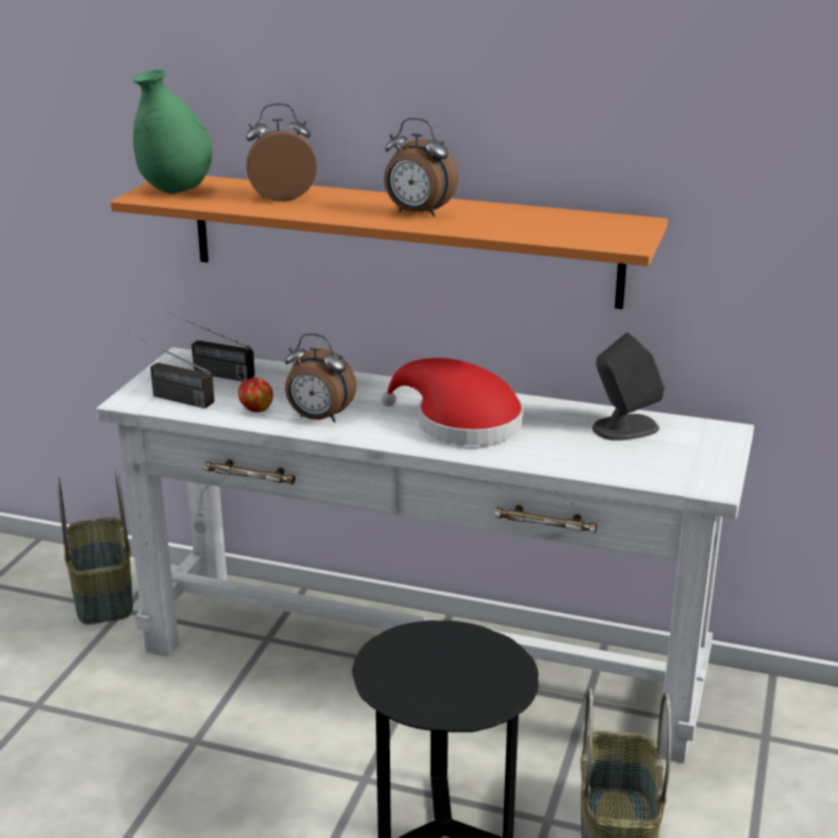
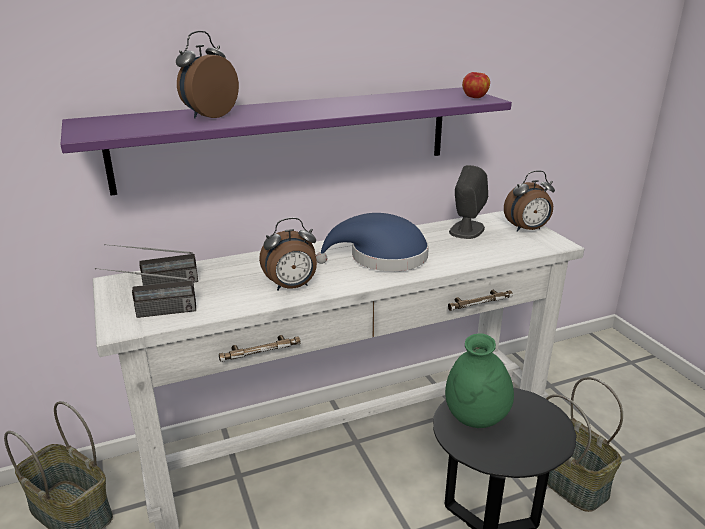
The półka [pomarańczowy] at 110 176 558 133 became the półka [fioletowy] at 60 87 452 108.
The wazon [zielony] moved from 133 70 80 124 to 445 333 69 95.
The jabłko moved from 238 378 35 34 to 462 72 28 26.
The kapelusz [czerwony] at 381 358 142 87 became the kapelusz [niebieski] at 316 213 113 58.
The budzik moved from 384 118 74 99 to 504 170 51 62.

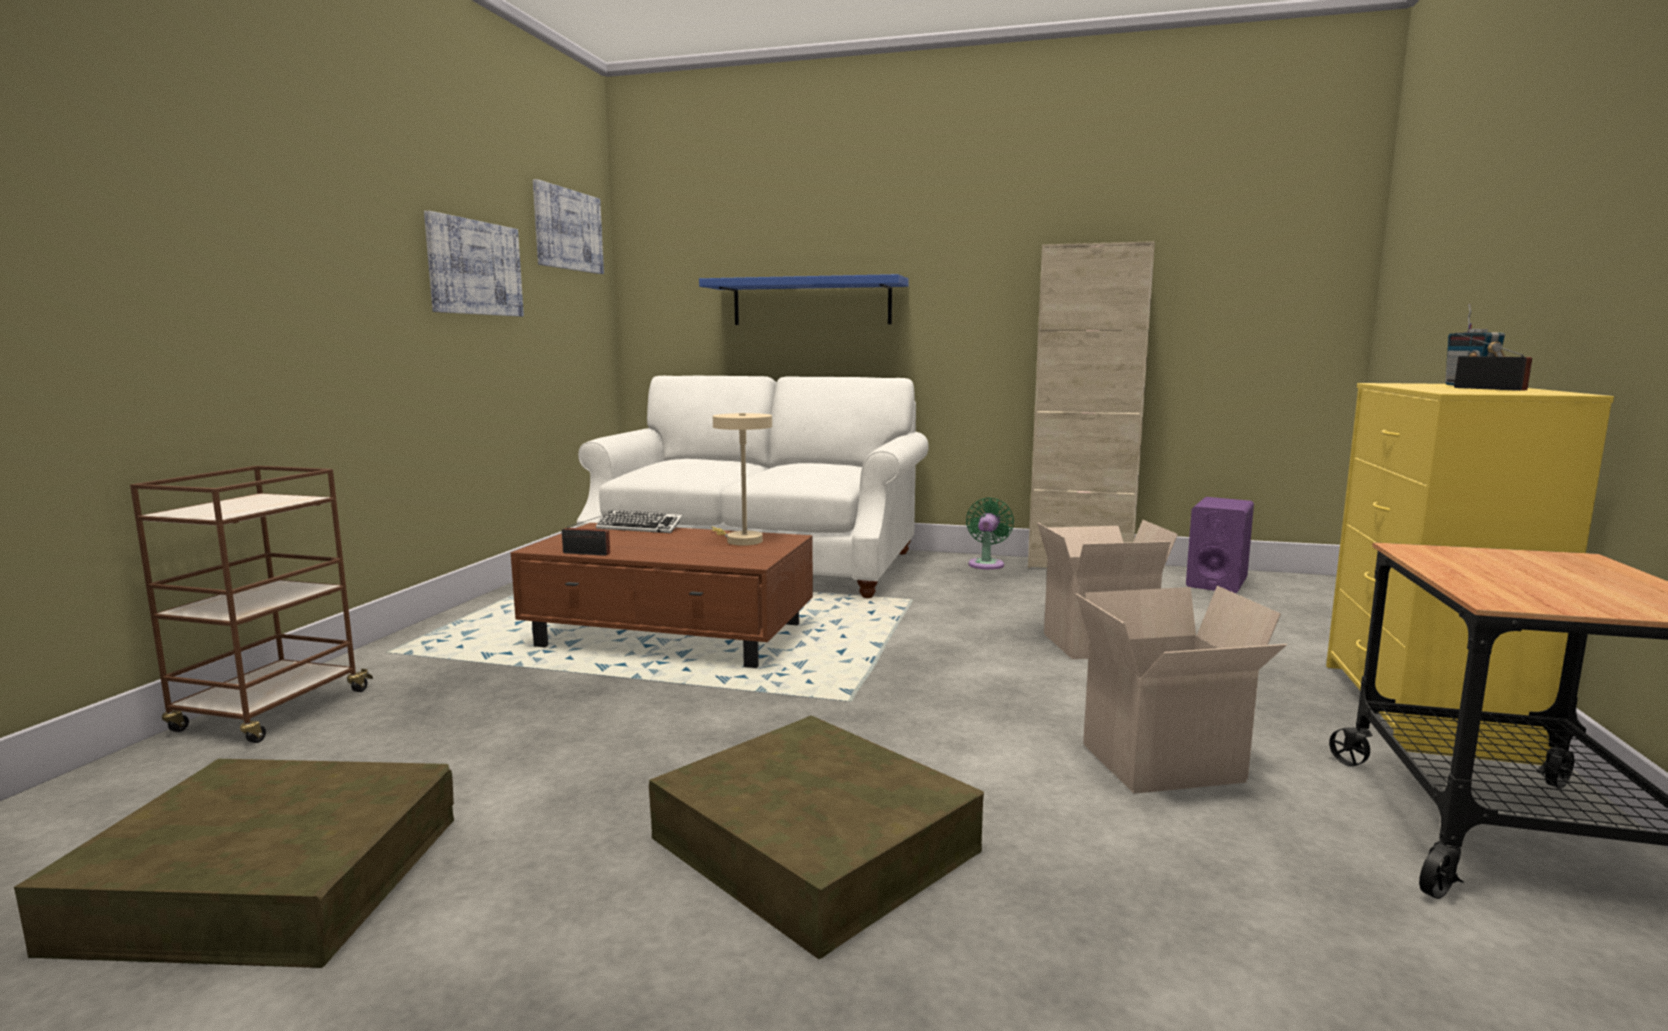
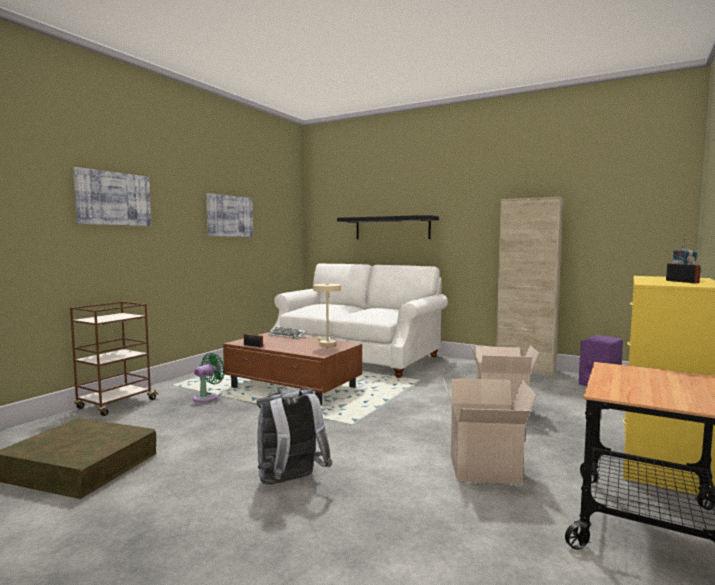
The obraz moved from 533 179 71 95 to 73 167 78 59.
The pojemnik do przechowywania [brązowy] at 649 715 335 244 was replaced by the plecak [szary] at 257 388 75 97.
The półka [niebieski] at 699 274 210 51 became the półka [czarny] at 337 215 102 24.
The wentylator [zielony] moved from 966 497 48 73 to 193 353 32 49.

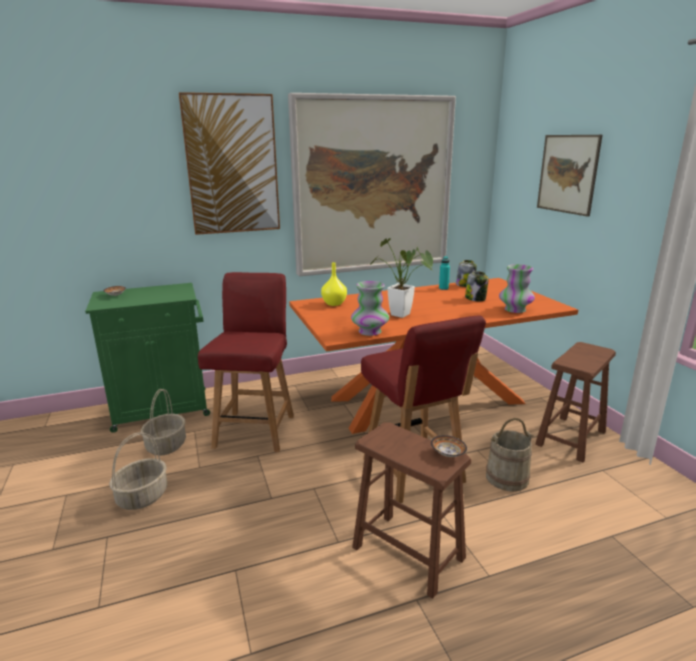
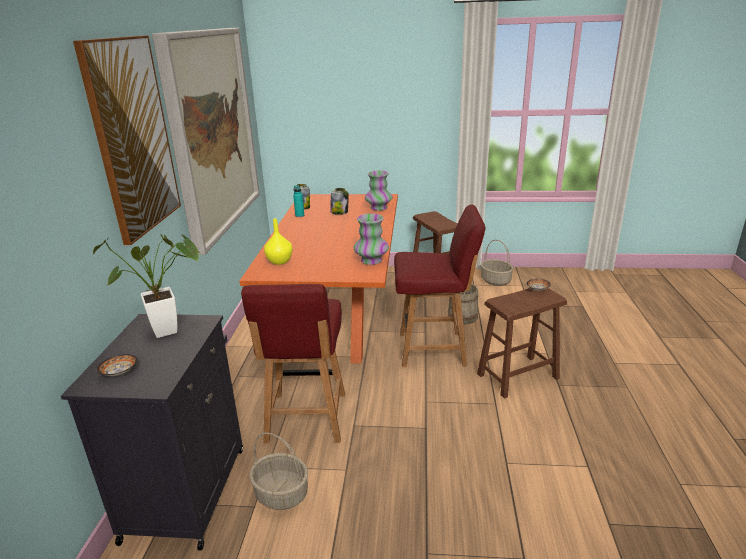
The szafka [zielony] at 85 283 125 150 became the szafka [czarny] at 61 314 182 237.
The koszyk moved from 109 432 58 78 to 481 240 33 46.
The krzesło [czerwony] at 198 272 96 180 turned 120 degrees counterclockwise.
The roślina doniczkowa moved from 370 238 63 80 to 93 234 108 104.
The obraz at 537 135 65 82 disappeared.

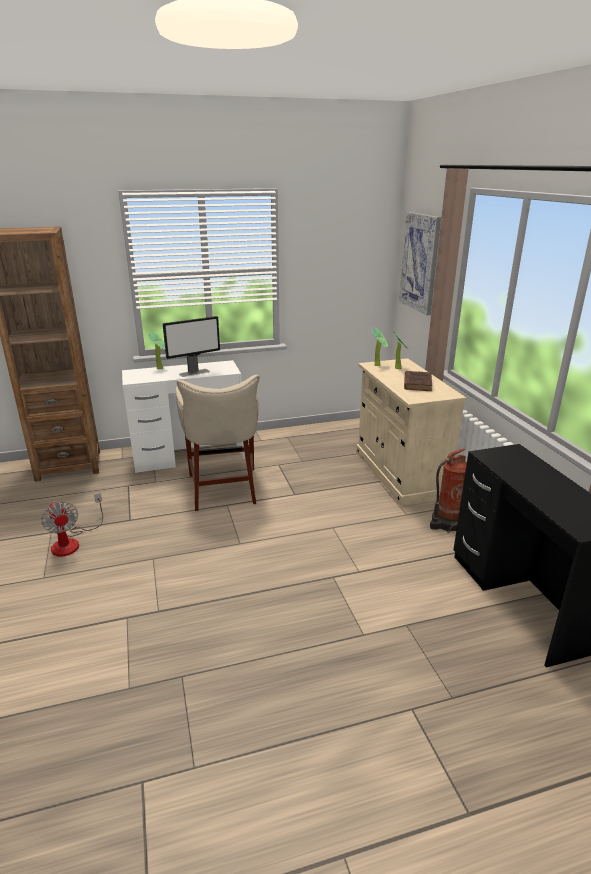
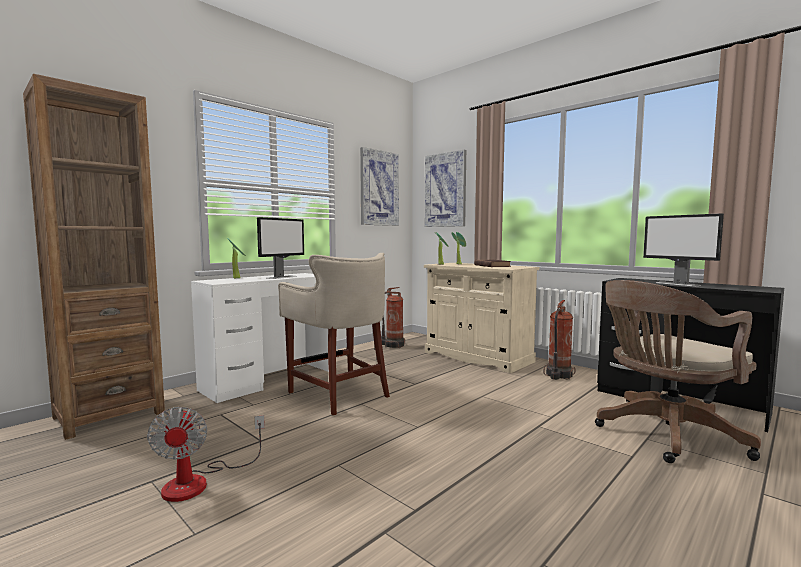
The wentylator at 41 493 62 64 turned 45 degrees clockwise.
The obraz at 360 147 39 79 appeared.
The gaśnica at 381 287 24 61 appeared.
The krzesło biurowe [brązowy] at 595 280 166 183 appeared.
The monitor at 643 213 81 73 appeared.

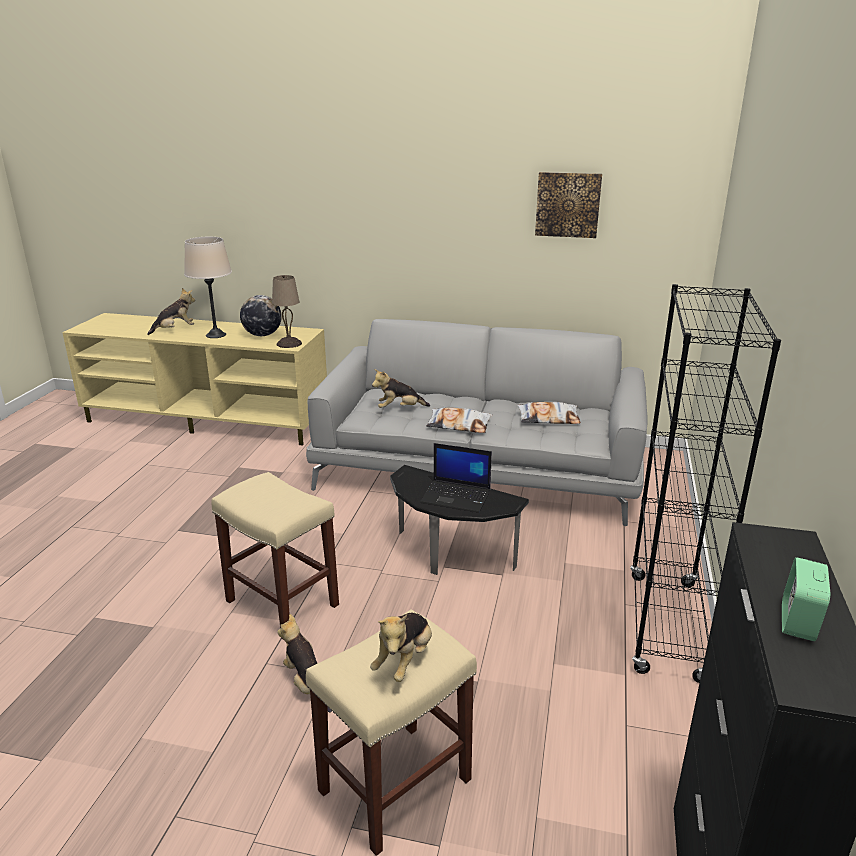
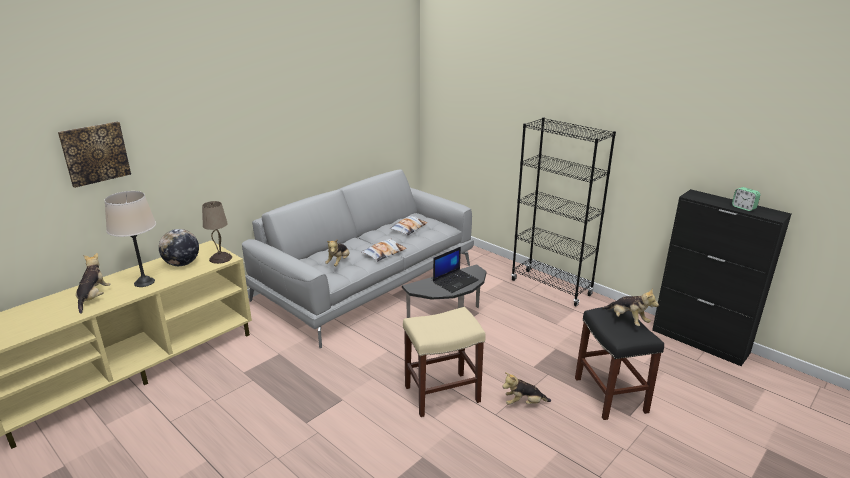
The stołek [beżowy] at 306 609 171 247 became the stołek [czarny] at 575 307 89 113.
The obraz moved from 535 172 67 66 to 58 121 73 67.

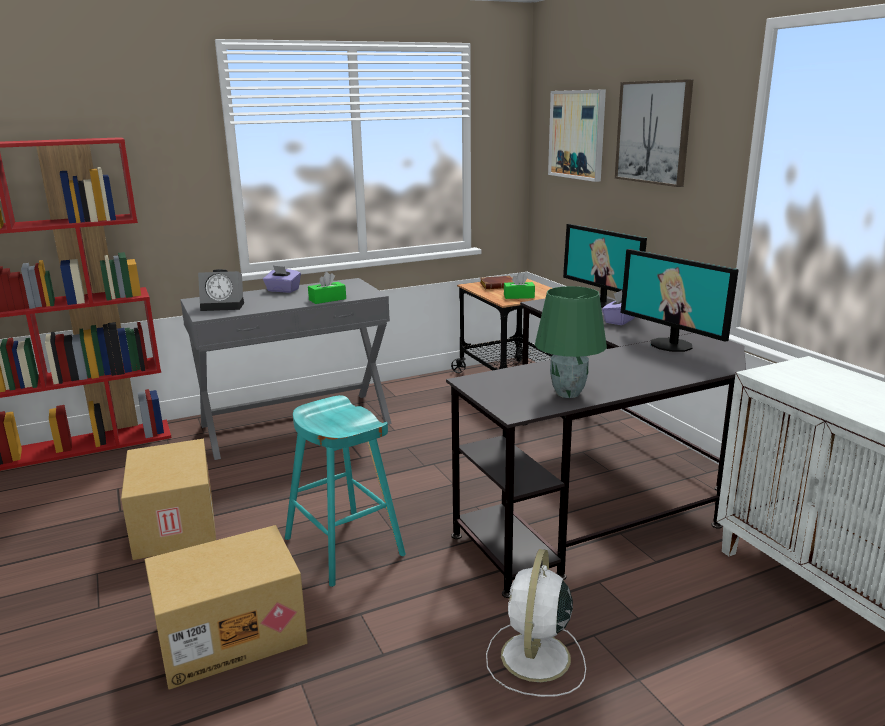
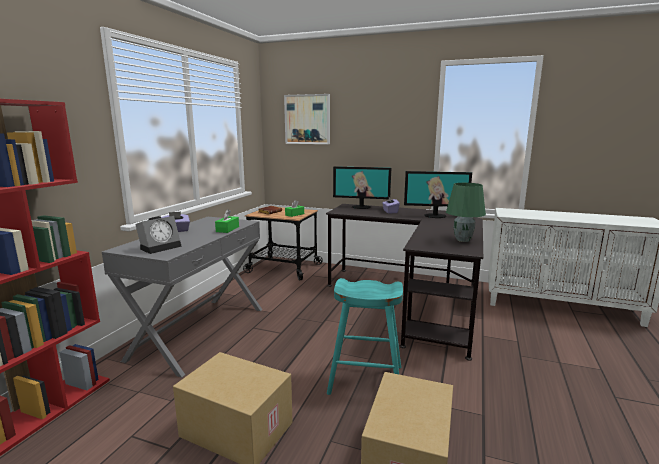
The wentylator [biały] at 486 549 100 148 disappeared.
The obraz at 615 79 78 108 disappeared.

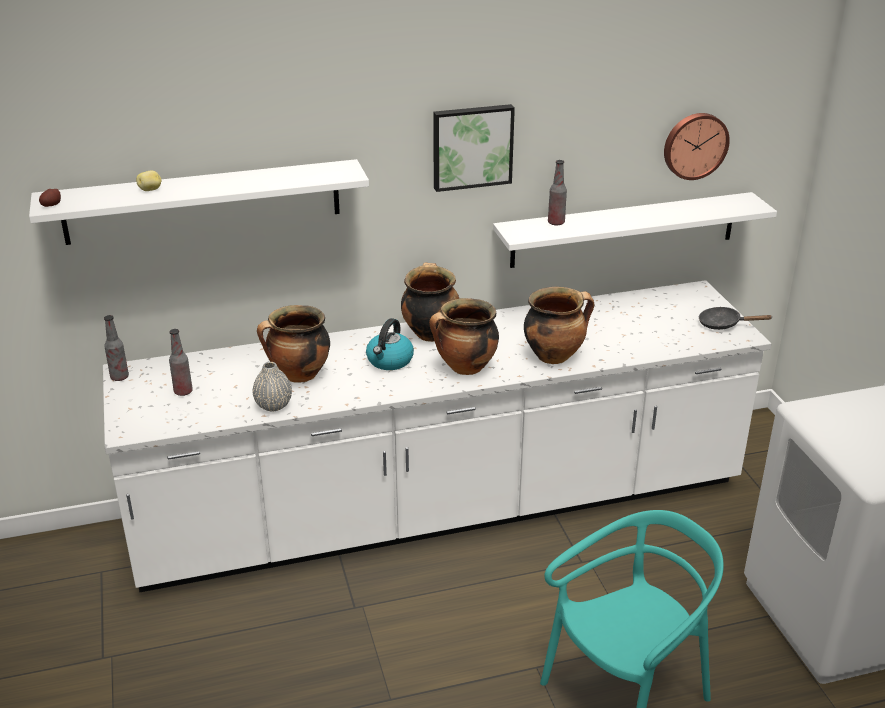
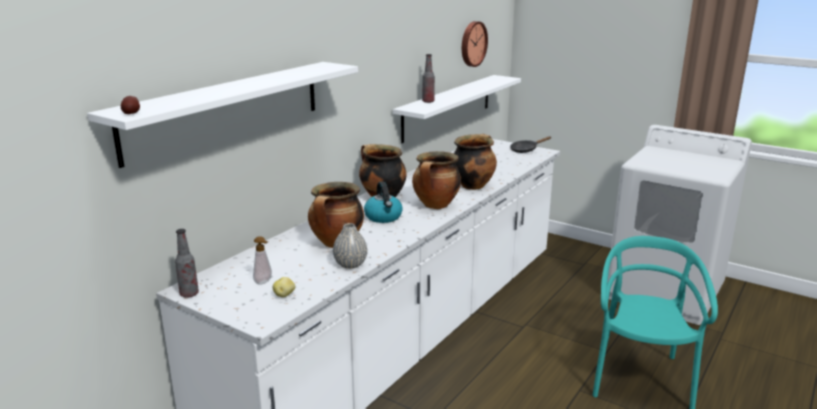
The ziemniak moved from 136 170 25 21 to 273 277 22 20.
The butelka at 169 329 24 67 was replaced by the dozownik mydła at 253 236 19 49.
The obraz at 433 104 82 88 disappeared.

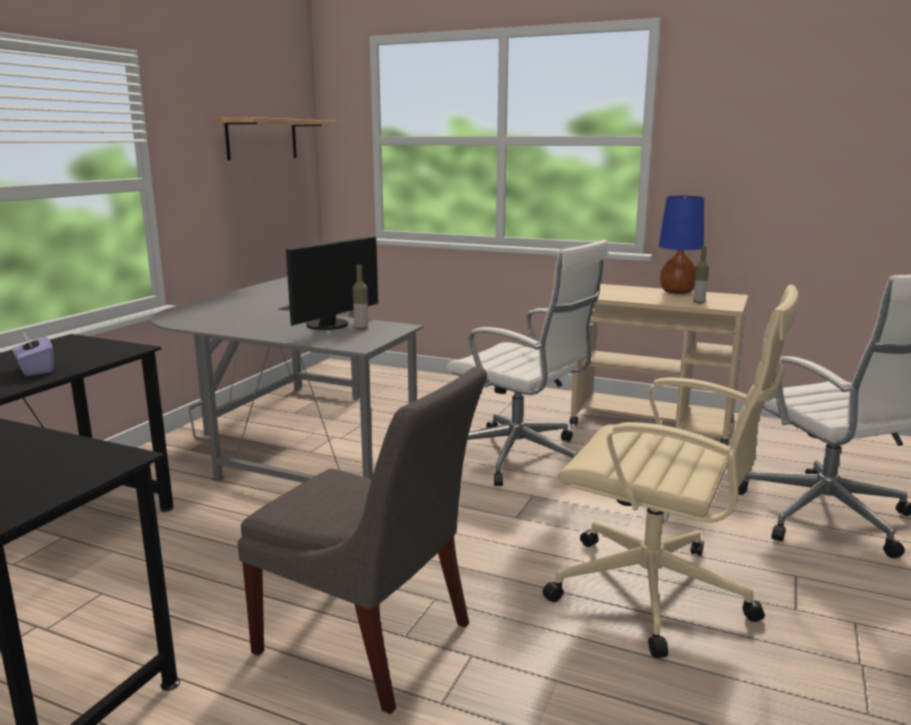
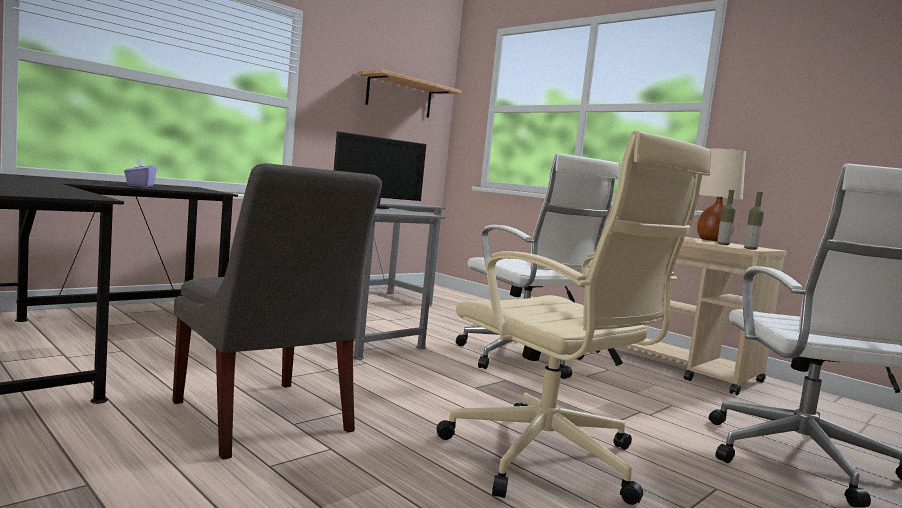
The butelka moved from 352 264 16 66 to 744 192 20 58.
The lampa stołowa [niebieski] at 659 196 45 98 became the lampa stołowa [beżowy] at 697 148 49 93.

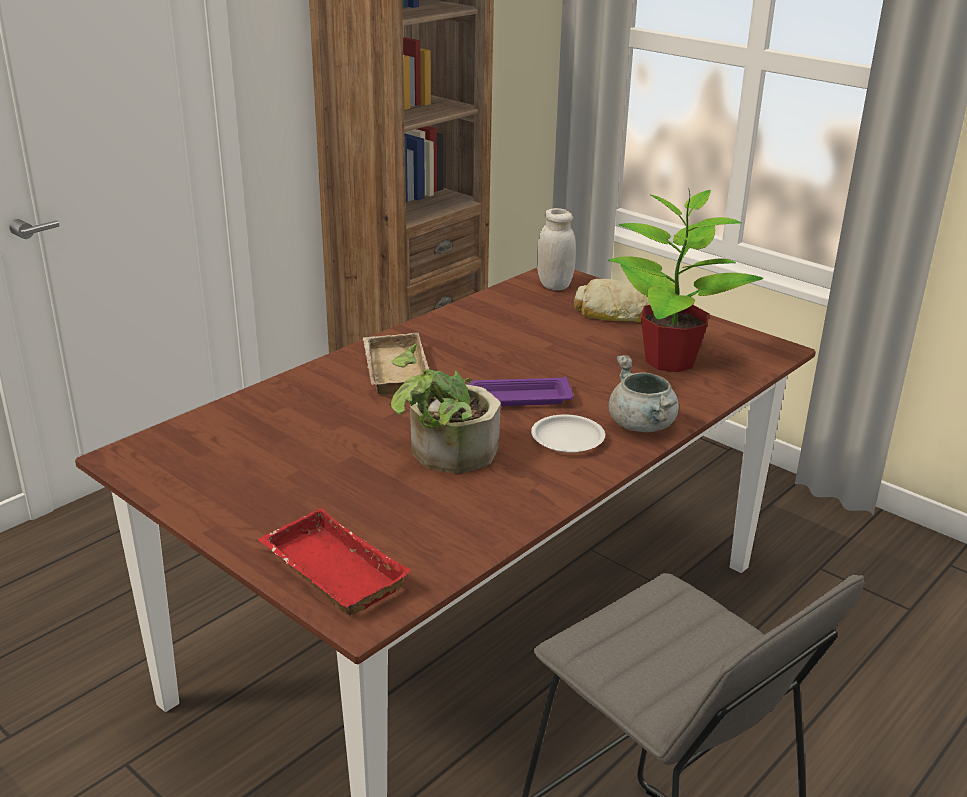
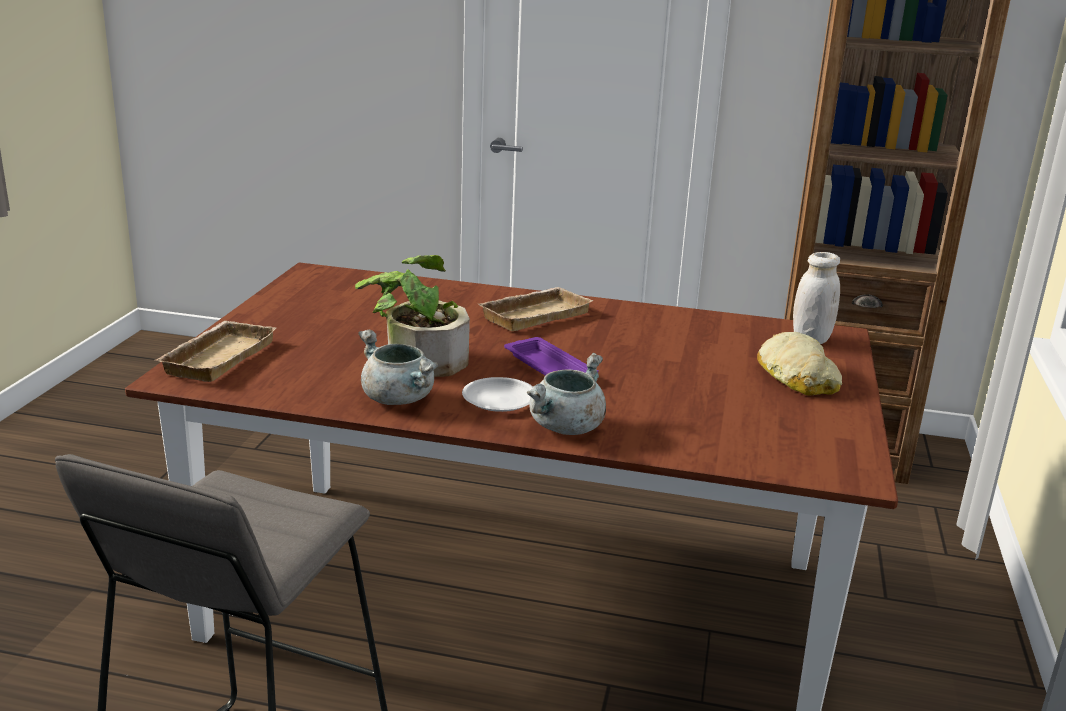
The taca [czerwony] at 258 508 154 107 became the taca [beżowy] at 156 321 120 61.
The roślina doniczkowa at 608 188 155 184 disappeared.
The garnek [szary] at 358 330 80 75 appeared.

